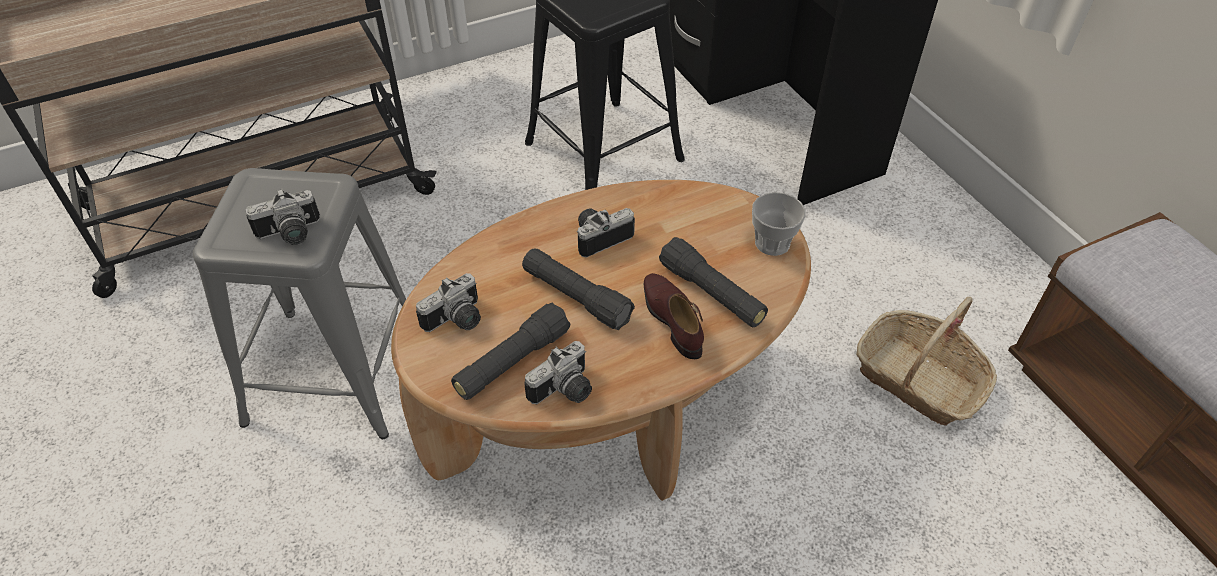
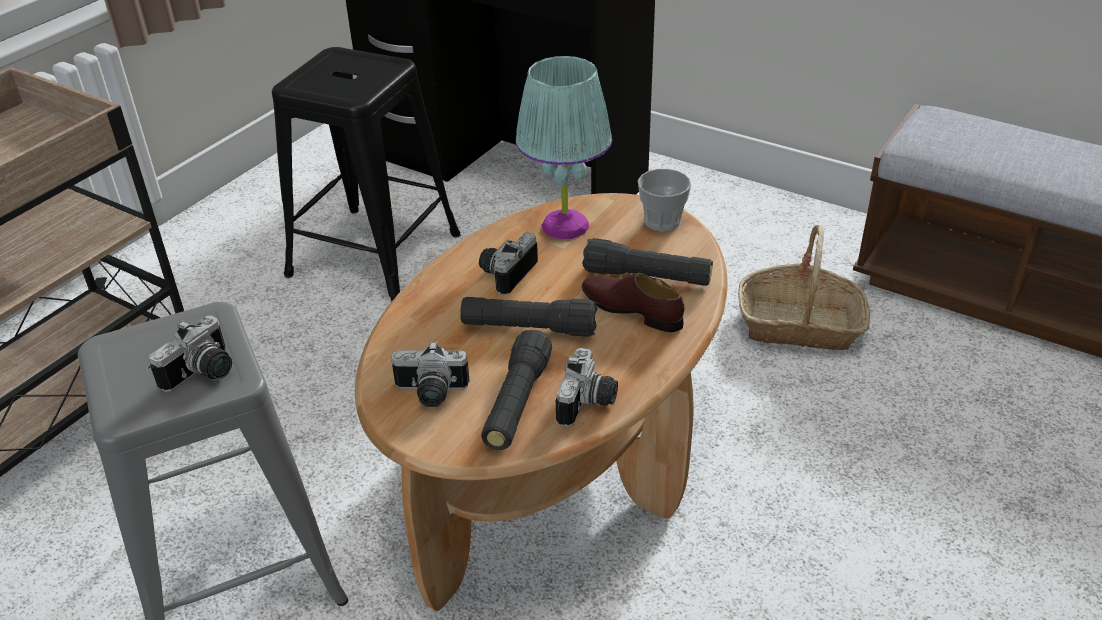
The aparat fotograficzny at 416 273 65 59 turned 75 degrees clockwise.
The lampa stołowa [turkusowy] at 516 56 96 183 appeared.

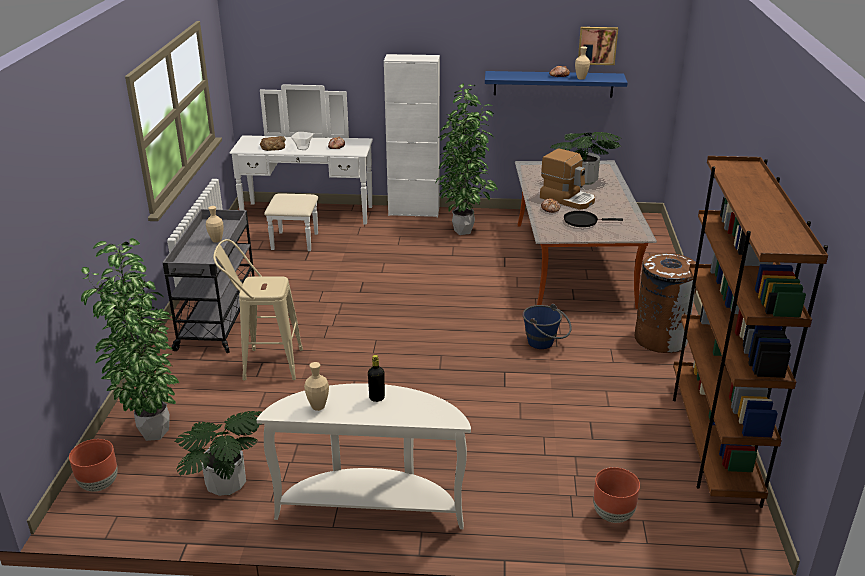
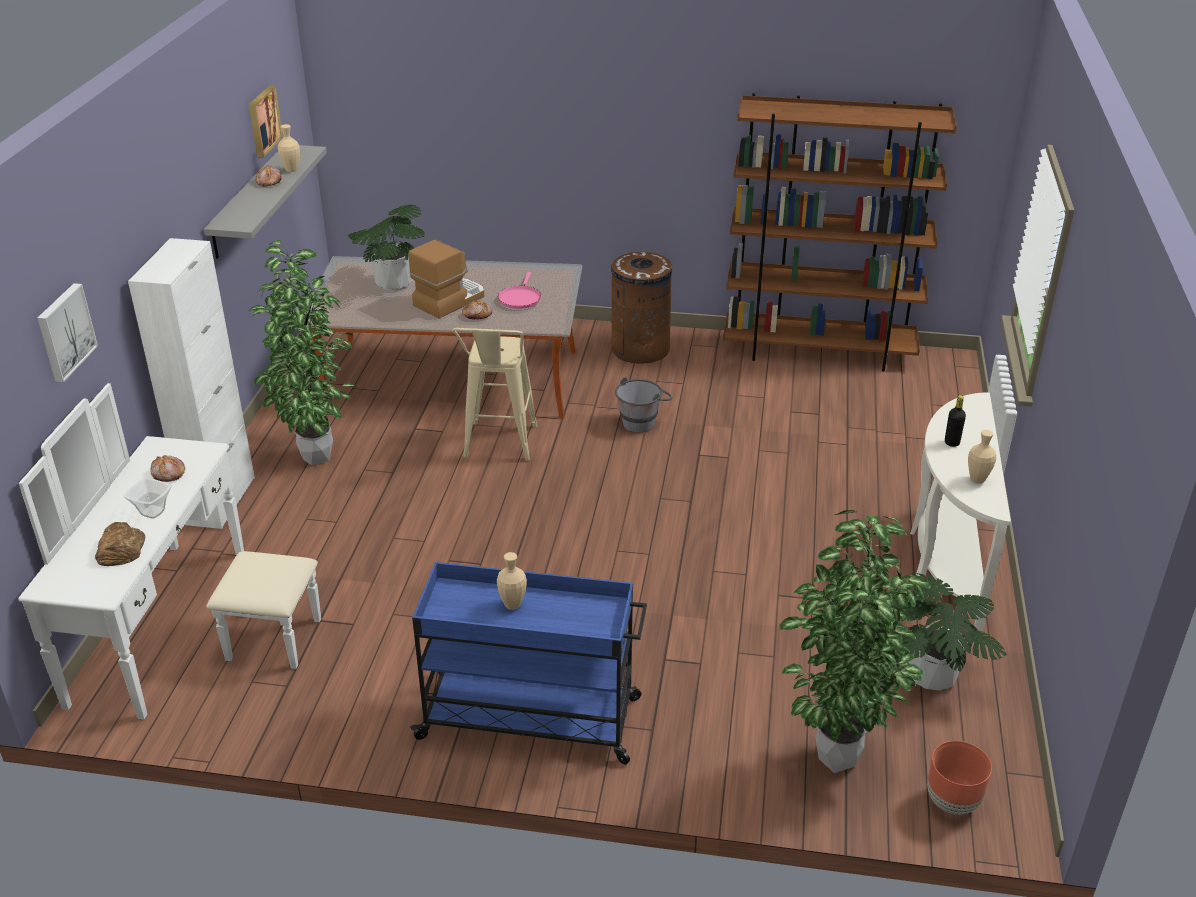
The wózek [szary] at 163 209 91 144 became the wózek [niebieski] at 410 562 237 202.
The stołek [beżowy] moved from 213 239 90 142 to 452 328 85 133.
The półka [niebieski] at 485 71 143 27 became the półka [szary] at 204 145 123 114.
The wiadro [niebieski] at 522 304 50 45 became the wiadro [szary] at 615 377 58 56.
The patelnia [czarny] at 564 211 59 16 became the patelnia [różowy] at 498 272 43 37.
The donica [brązowy] at 593 467 47 56 disappeared.
The obraz at 37 283 61 99 appeared.

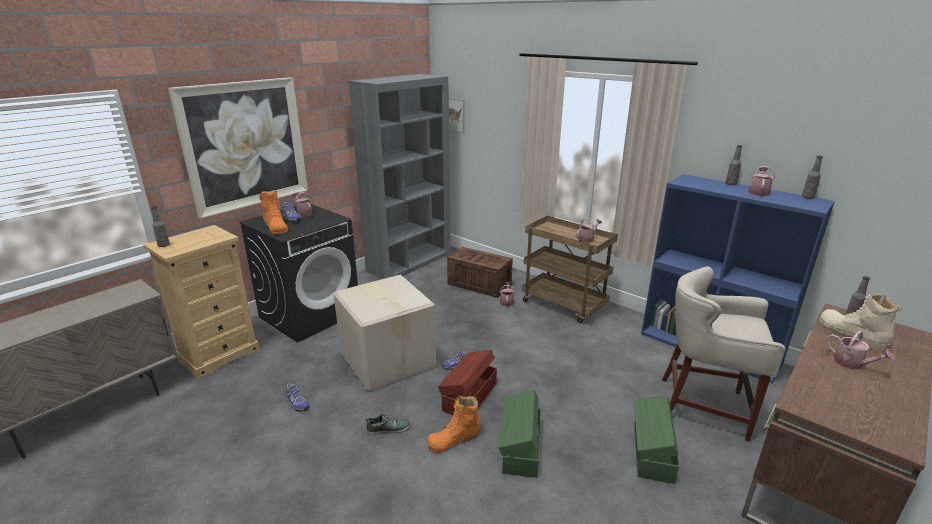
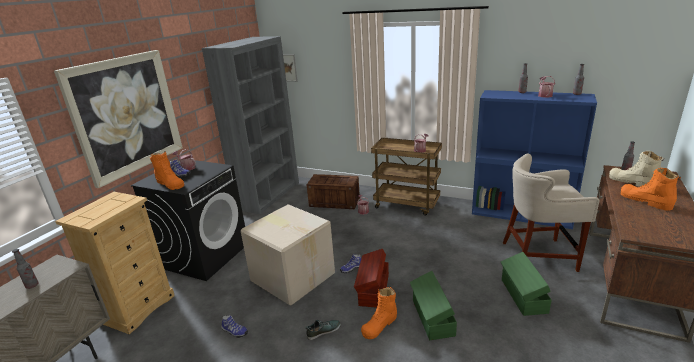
The butelka moved from 151 206 19 41 to 12 249 27 40.
The konewka at 826 331 69 38 was replaced by the but z cholewką [pomarańczowy] at 621 168 60 43.

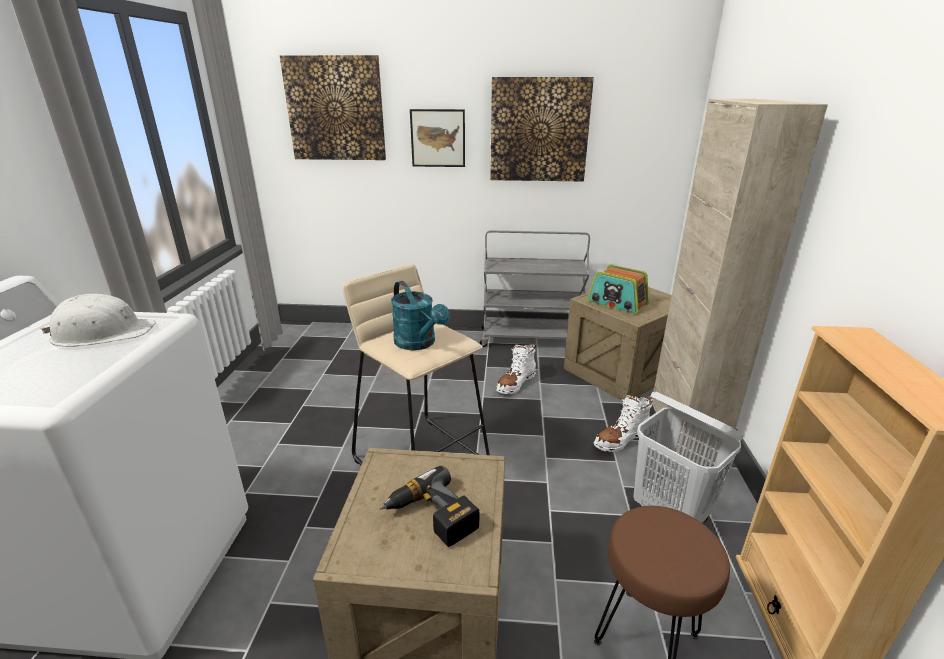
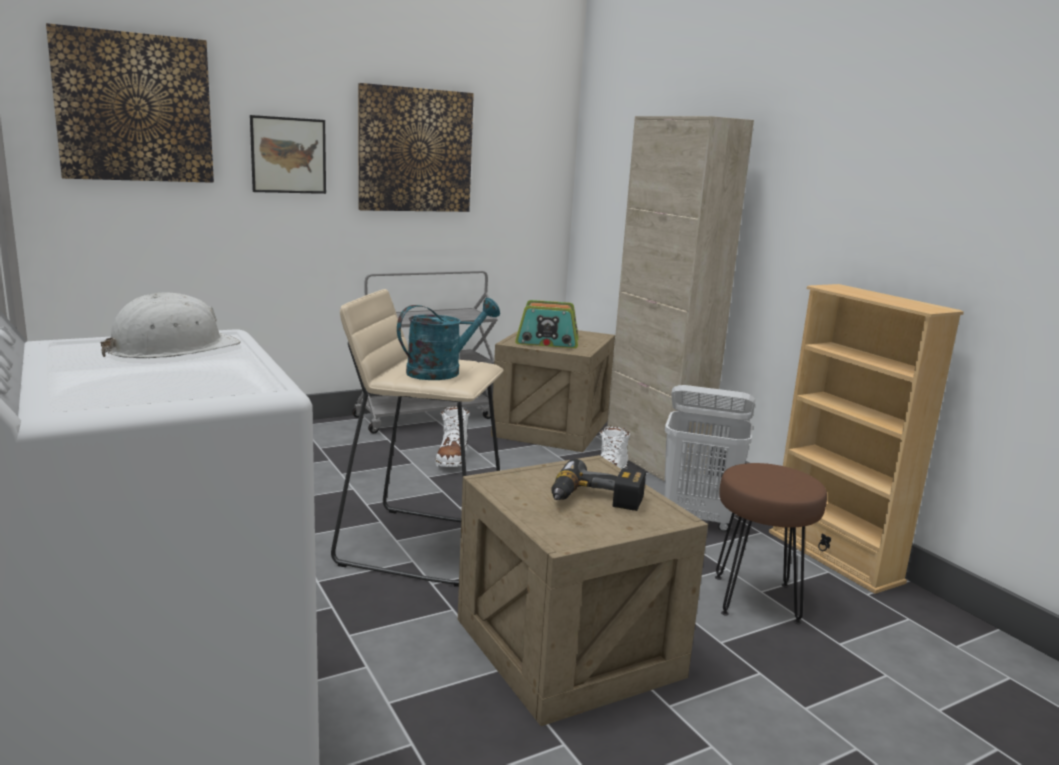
The konewka [turkusowy] at 391 281 59 69 turned 60 degrees counterclockwise.

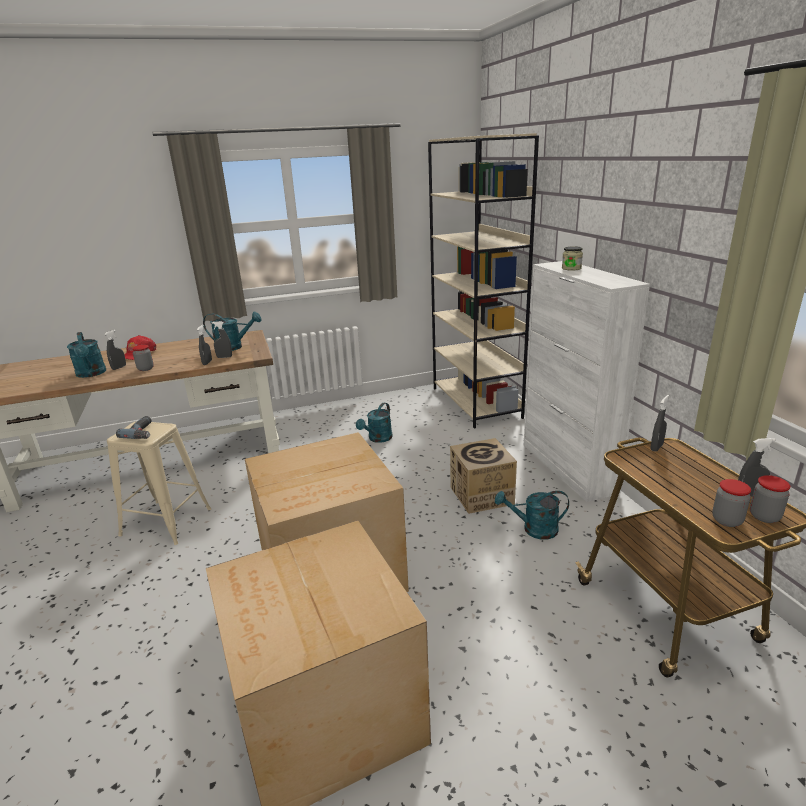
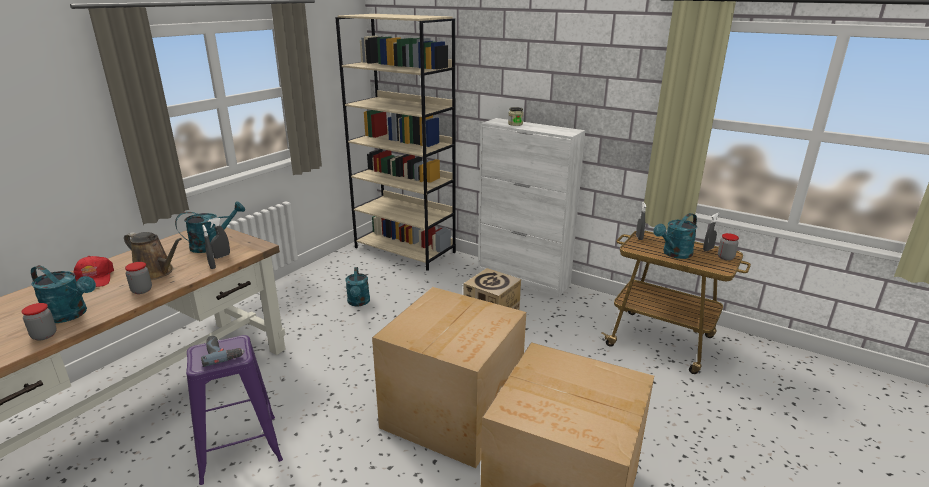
The spryskiwacz [szary] at 104 330 22 40 disappeared.
The stołek [beżowy] at 107 421 104 124 became the stołek [fioletowy] at 186 335 97 150.
The konewka [turkusowy] moved from 495 491 74 49 to 653 213 44 46.
The słoik moved from 712 479 39 48 to 21 303 36 37.
The konewka [brązowy] at 124 232 58 48 appeared.

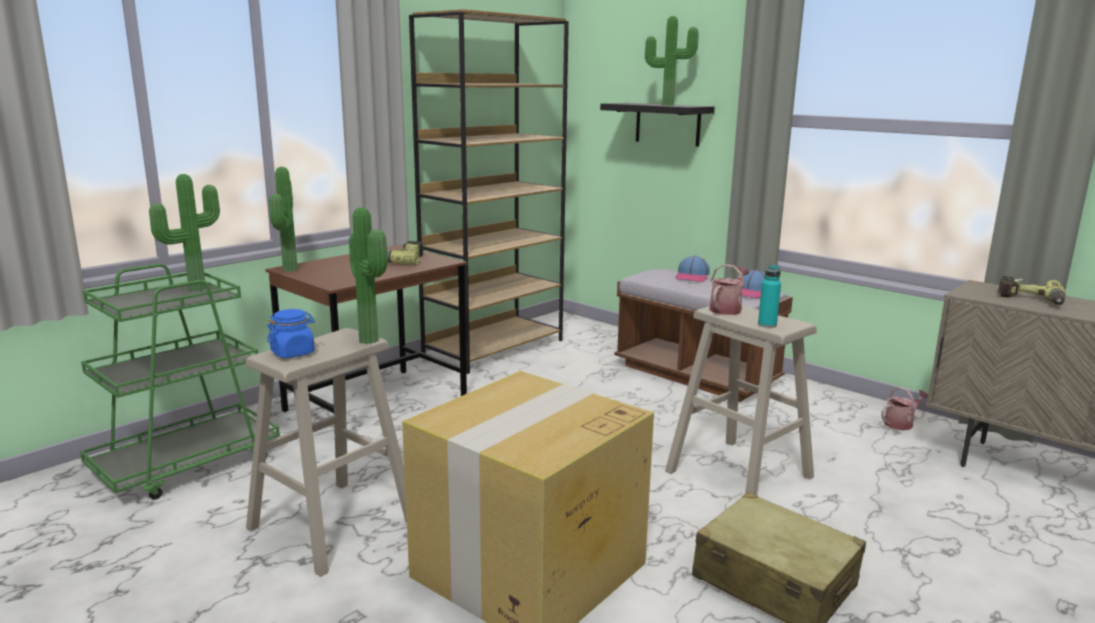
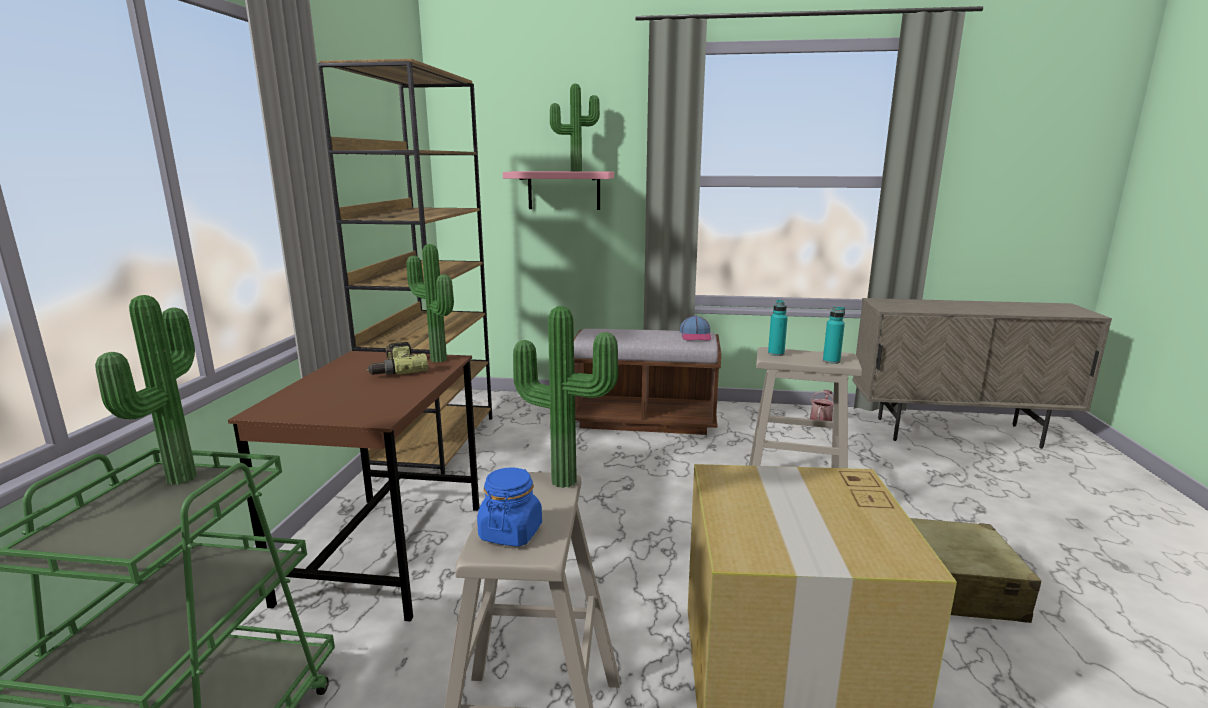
The roślina doniczkowa moved from 269 167 29 105 to 407 244 47 118.
The półka [czarny] at 600 103 115 44 became the półka [różowy] at 503 171 111 39.
The czapka z daszkiem at 675 255 35 27 disappeared.
The konewka at 709 264 41 51 was replaced by the butelka [turkusowy] at 768 300 20 56.
The wiertarka at 998 276 68 29 disappeared.

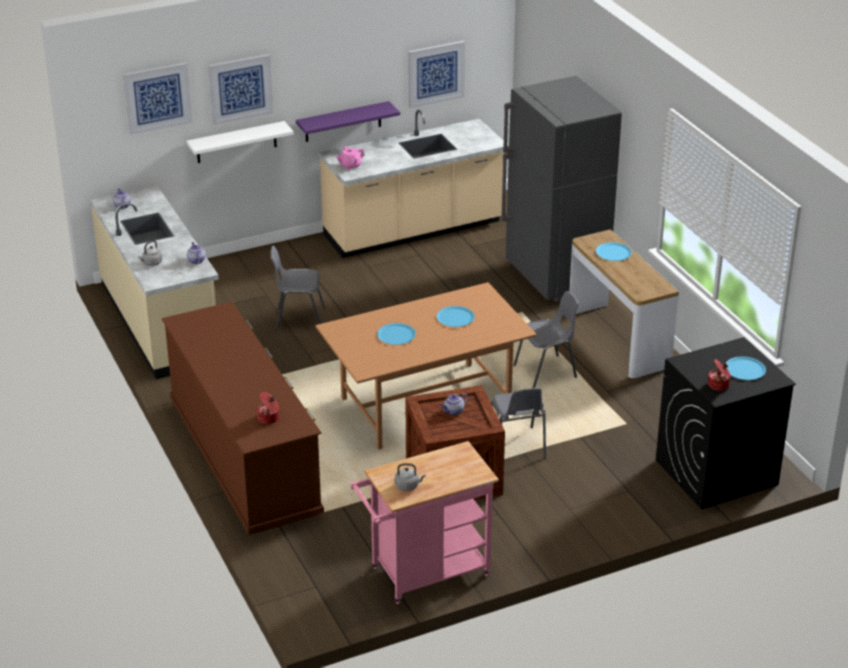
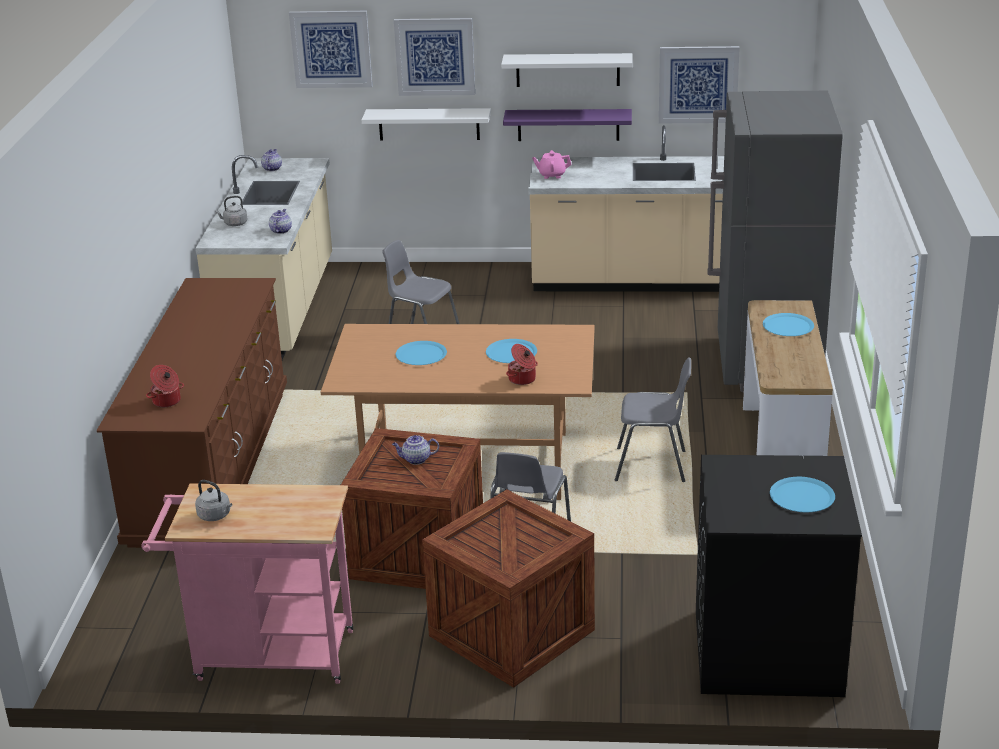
The garnek moved from 708 359 23 32 to 506 344 32 41.
The skrzynka at 422 489 173 199 appeared.
The półka [biały] at 501 53 131 34 appeared.

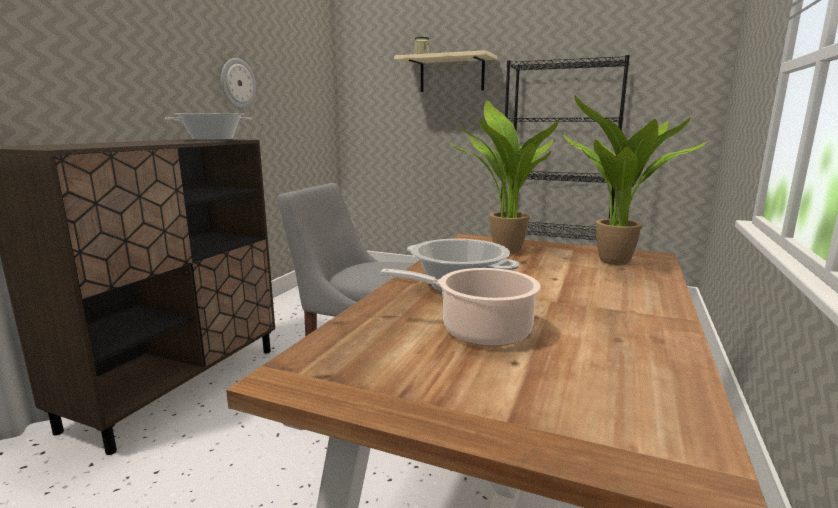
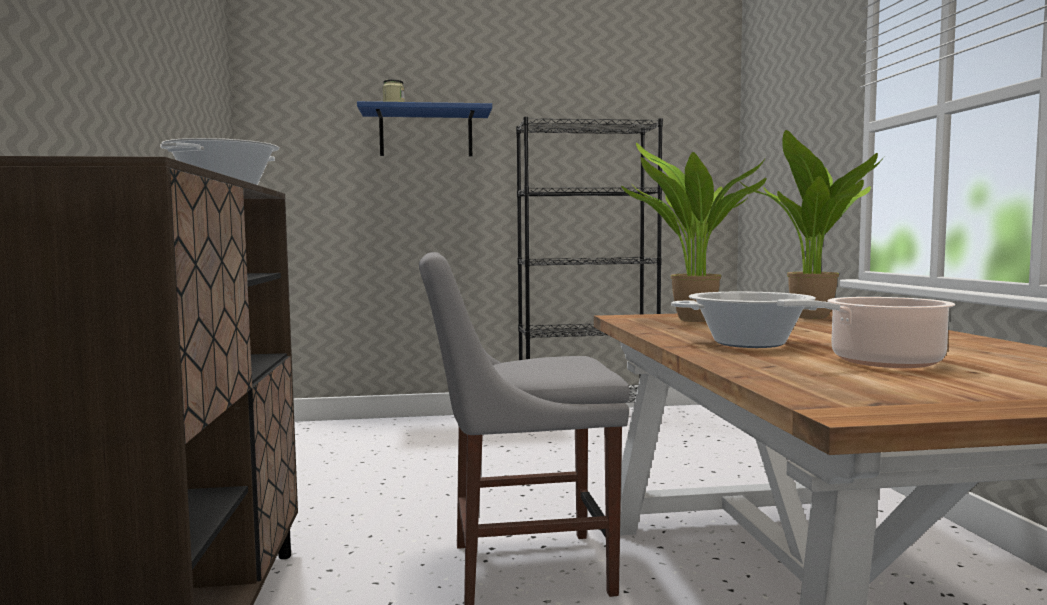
The zegar ścienny at 221 58 35 51 disappeared.
The półka [beżowy] at 394 50 103 42 became the półka [niebieski] at 357 101 135 55.

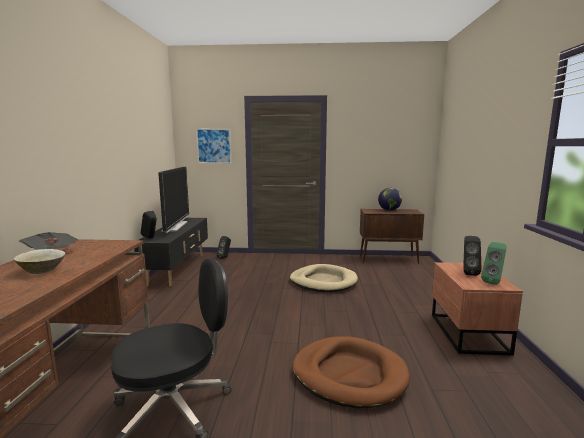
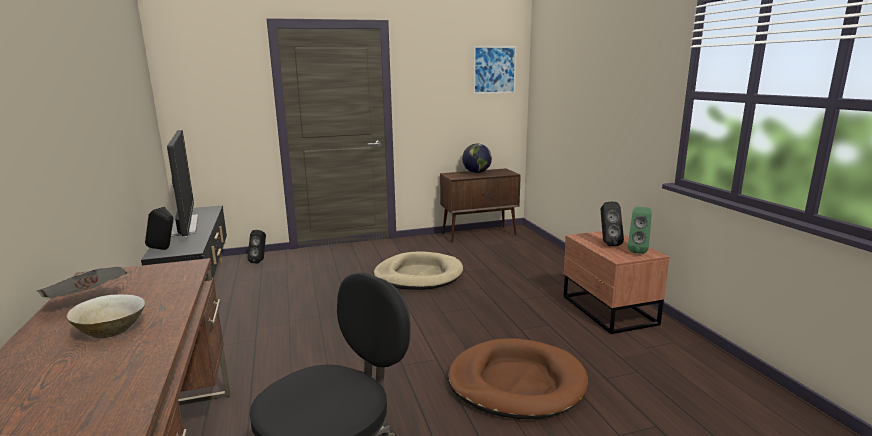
The obraz moved from 196 129 35 34 to 473 46 43 48.

